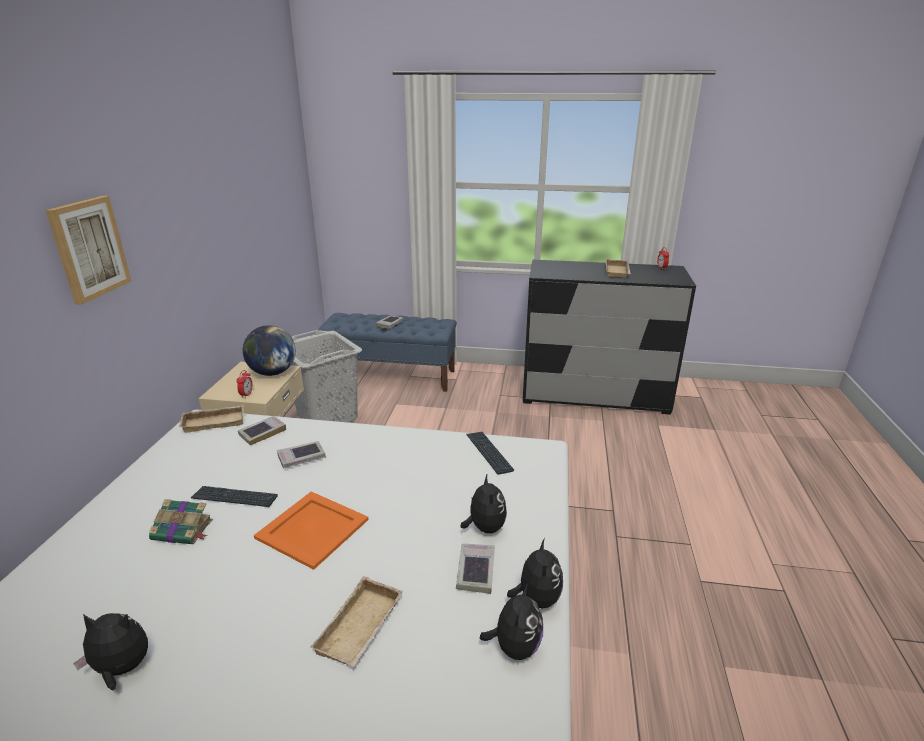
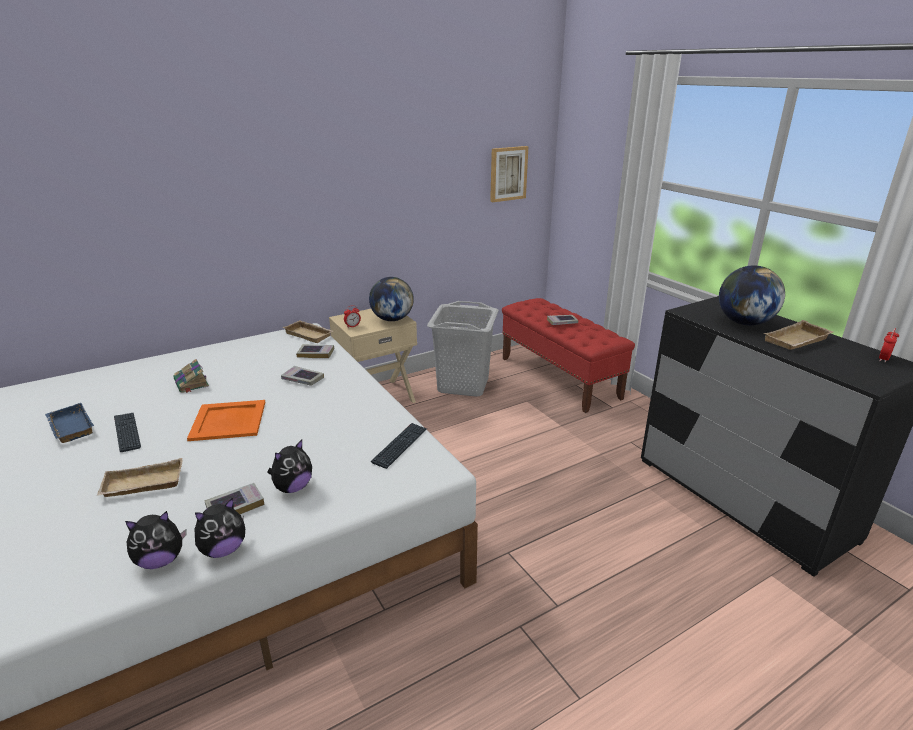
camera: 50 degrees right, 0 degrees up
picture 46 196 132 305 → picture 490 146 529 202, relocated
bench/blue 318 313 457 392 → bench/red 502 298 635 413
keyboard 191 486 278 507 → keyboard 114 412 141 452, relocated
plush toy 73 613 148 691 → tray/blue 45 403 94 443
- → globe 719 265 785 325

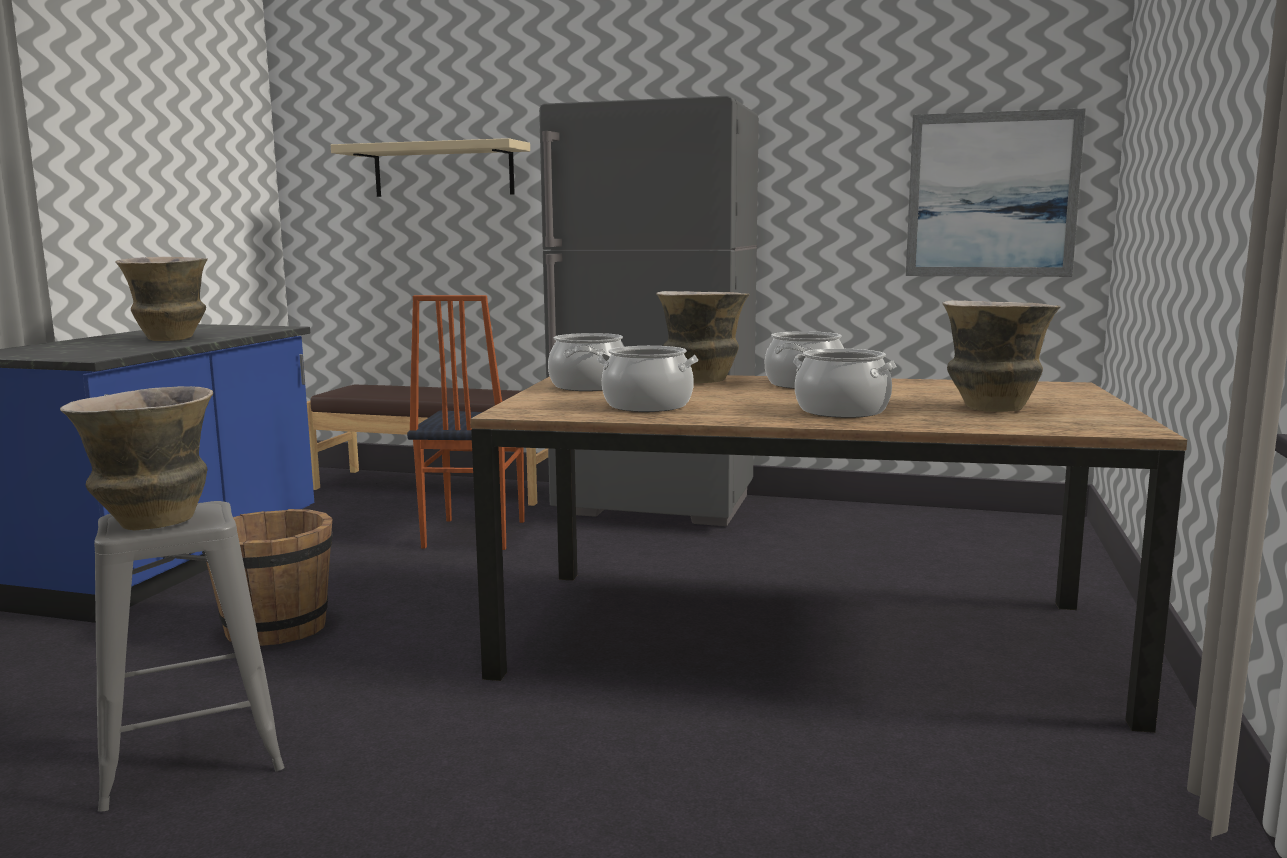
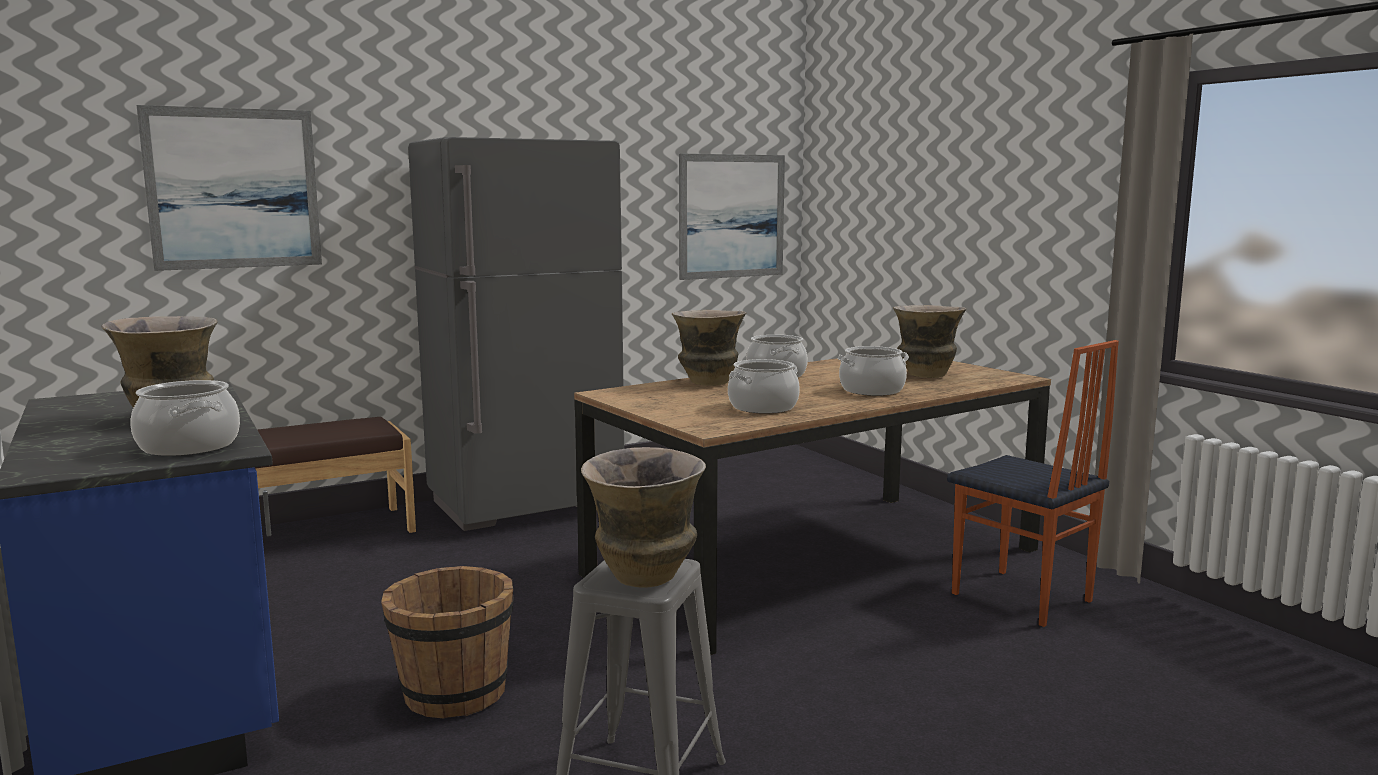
camera: 45 degrees left, 0 degrees up
shelf/beige 331 138 530 197 → picture 136 105 322 271
chair 407 295 525 550 → chair 947 340 1119 627, relocated
cooking pot 548 333 624 391 → cooking pot 131 380 240 456, relocated

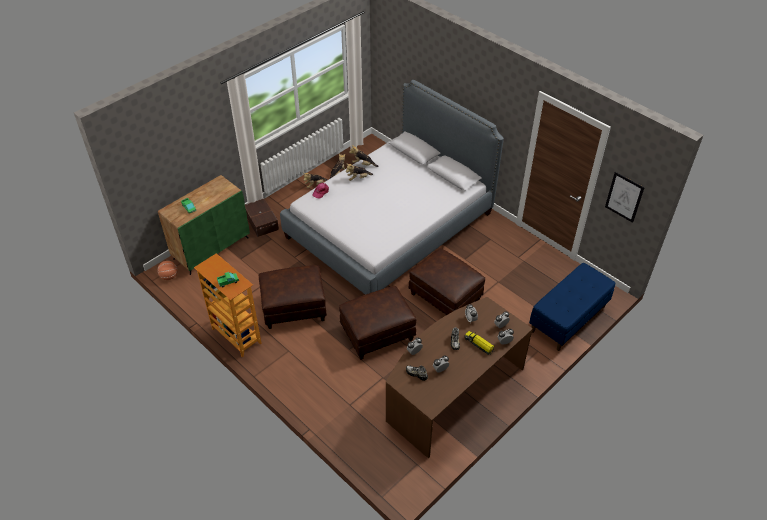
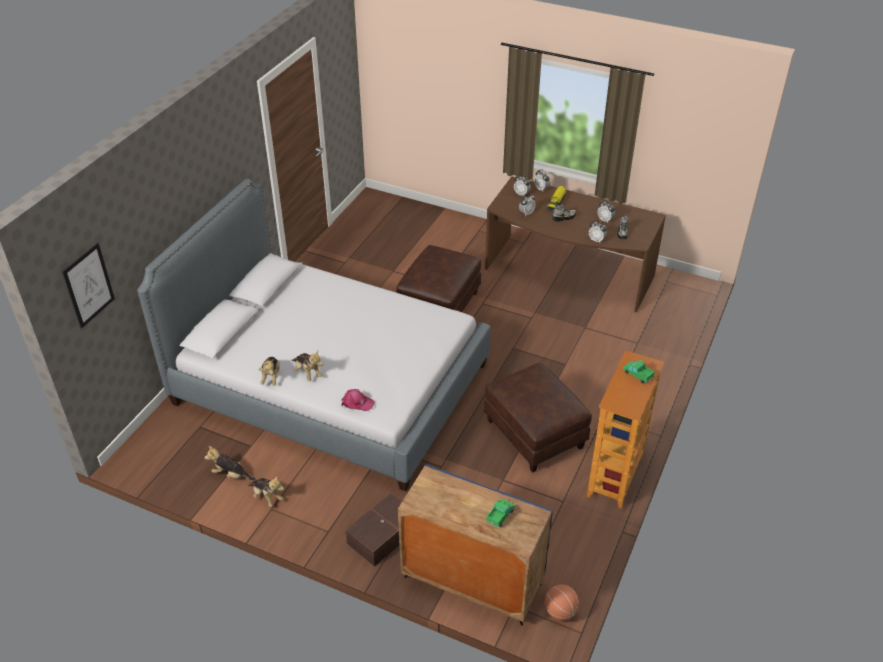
camera: 110 degrees left, 5 degrees down
picture 605 172 645 223 → picture 62 243 115 328, relocated
cabinet/green 158 175 250 275 → cabinet/blue 398 464 553 626
bench/blue 529 263 615 351 → -
ottoman/brown 339 286 416 360 → -

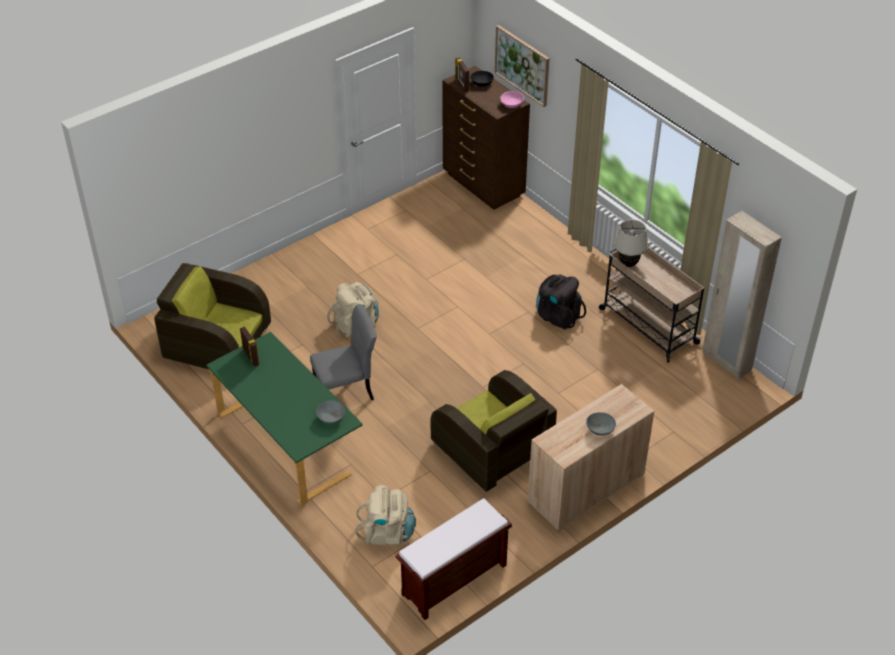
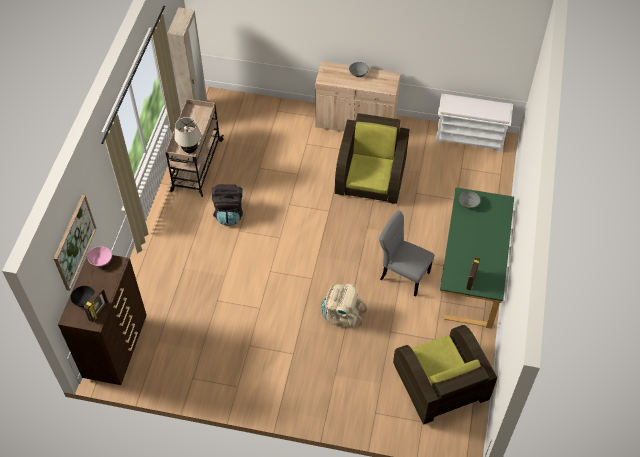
camera: 130 degrees left, 10 degrees up
backpack/beige 355 485 416 545 → -
bench/brown 395 498 512 620 → bench/white 436 94 513 152

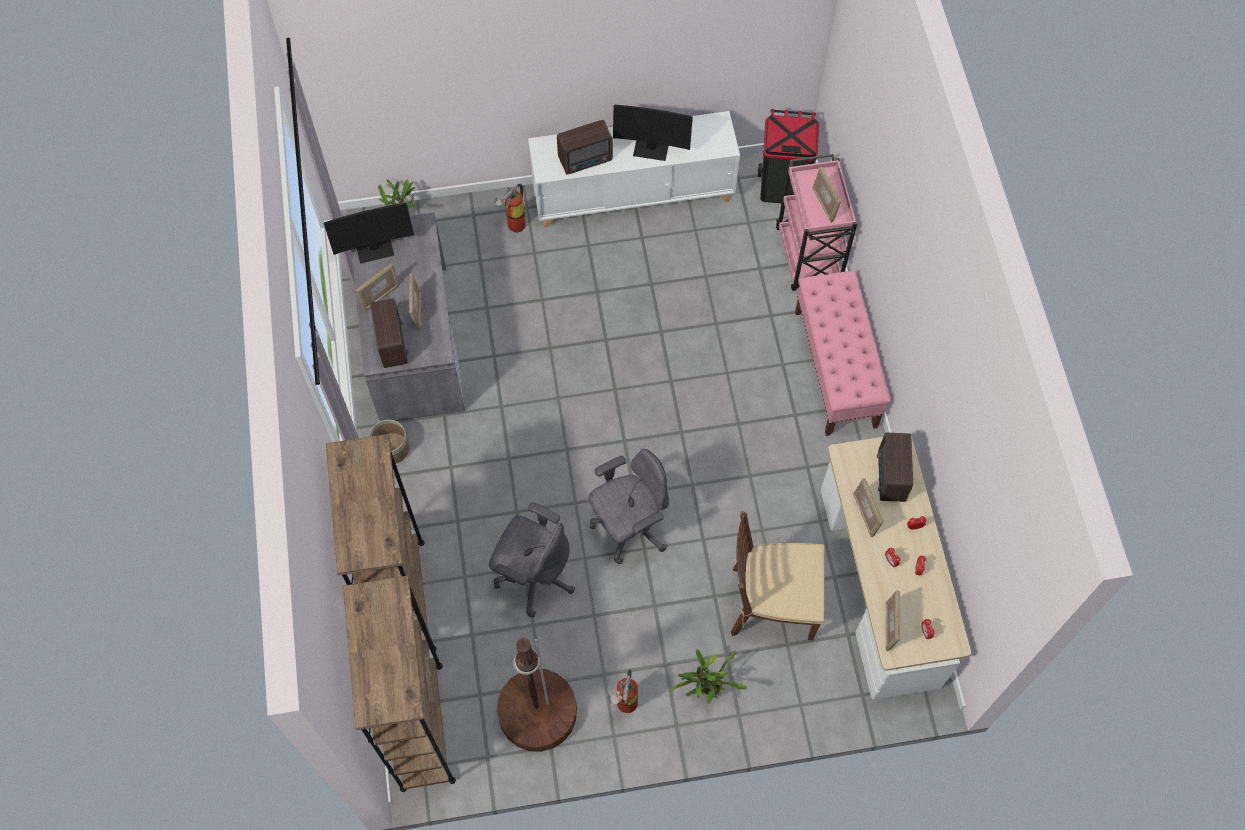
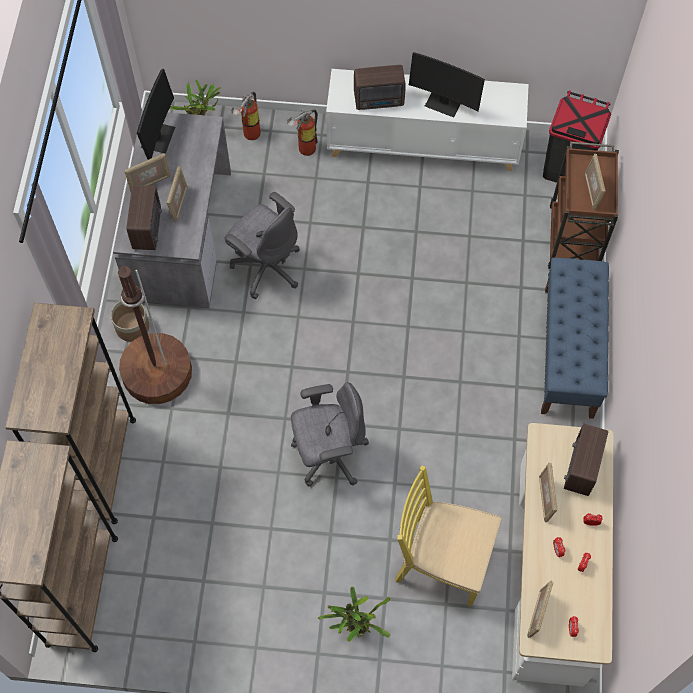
camera: 15 degrees right, 0 degrees up
cart/pink 776 154 857 291 → cart/brown 548 142 619 269
monitor 324 203 414 264 → monitor 137 69 175 160, 75 degrees counterclockwise
bench/pink 795 271 891 436 → bench/blue 541 258 609 419
office chair/grey 489 502 575 617 → office chair/grey 225 192 300 299, relocated
chair/brown 731 511 824 640 → chair/yellow 395 465 502 606
floor lamp/brown 497 638 577 752 → floor lamp/brown 118 266 192 404, relocated
fire extinguisher 608 669 638 713 → fire extinguisher 231 92 261 140, relocated

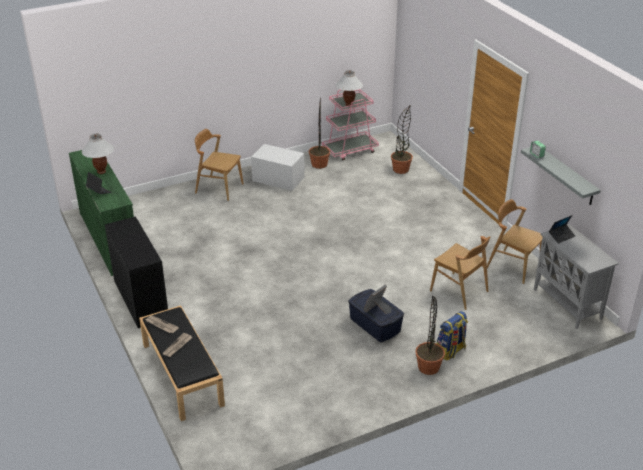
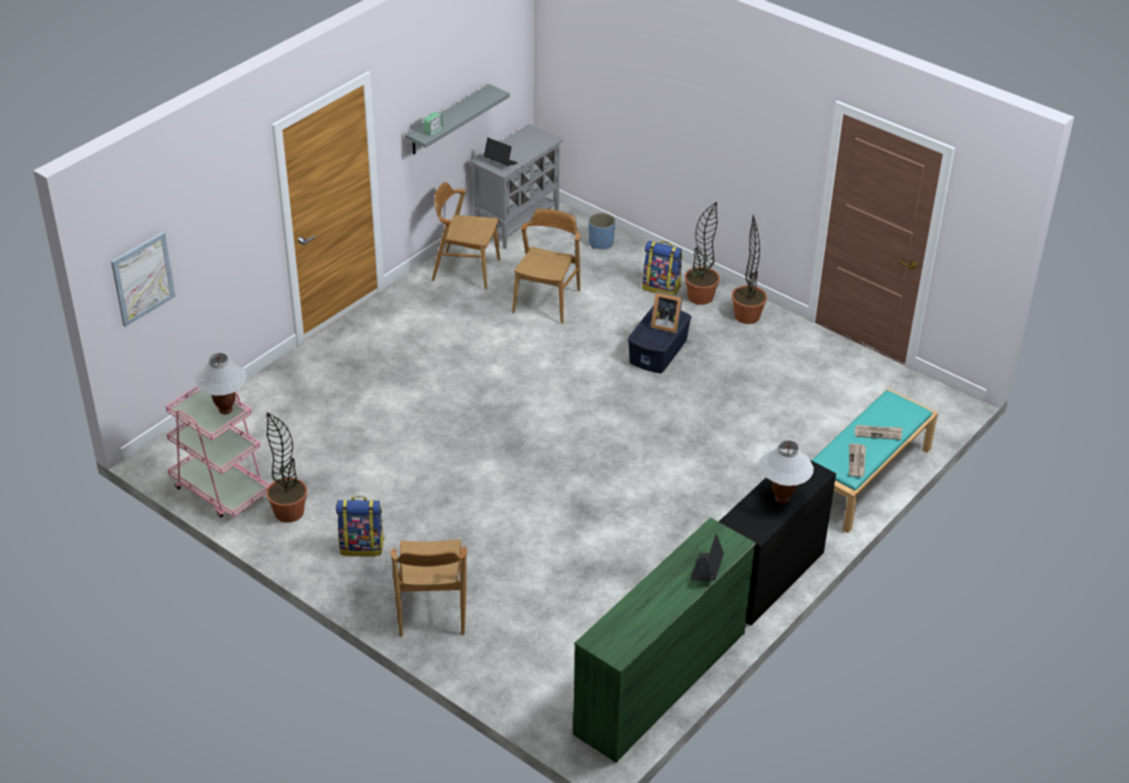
camera: 115 degrees left, 5 degrees up
potted plant 391 105 413 174 → potted plant 732 214 767 324, relocated
table lamp/white 82 134 114 174 → table lamp/white 759 440 814 503, relocated
storage box/white 251 144 305 191 → backpack 336 496 384 556
chair/brown 487 199 543 284 → chair/brown 432 182 500 289, 90 degrees clockwise
bench/black 139 305 225 421 → bench/turquoise 812 388 938 533
- → planter/blue 588 213 615 249
- → picture 111 232 176 327

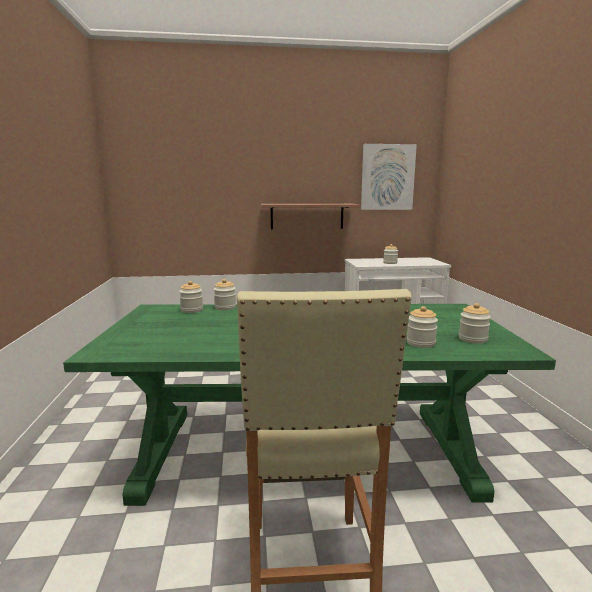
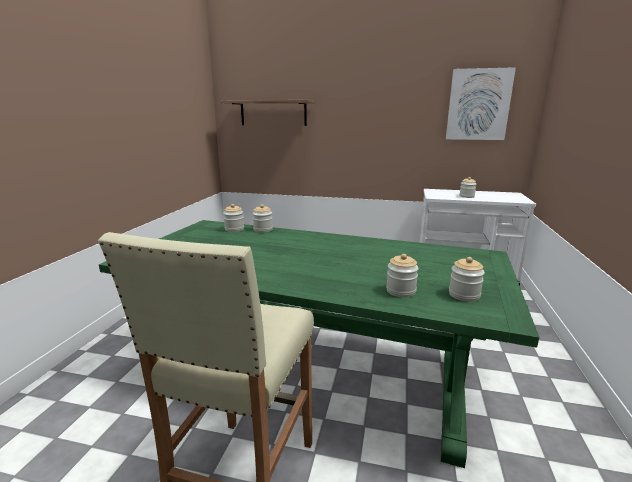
camera: 20 degrees right, 5 degrees up
shelf 261 204 360 229 → shelf 221 100 315 126, relocated

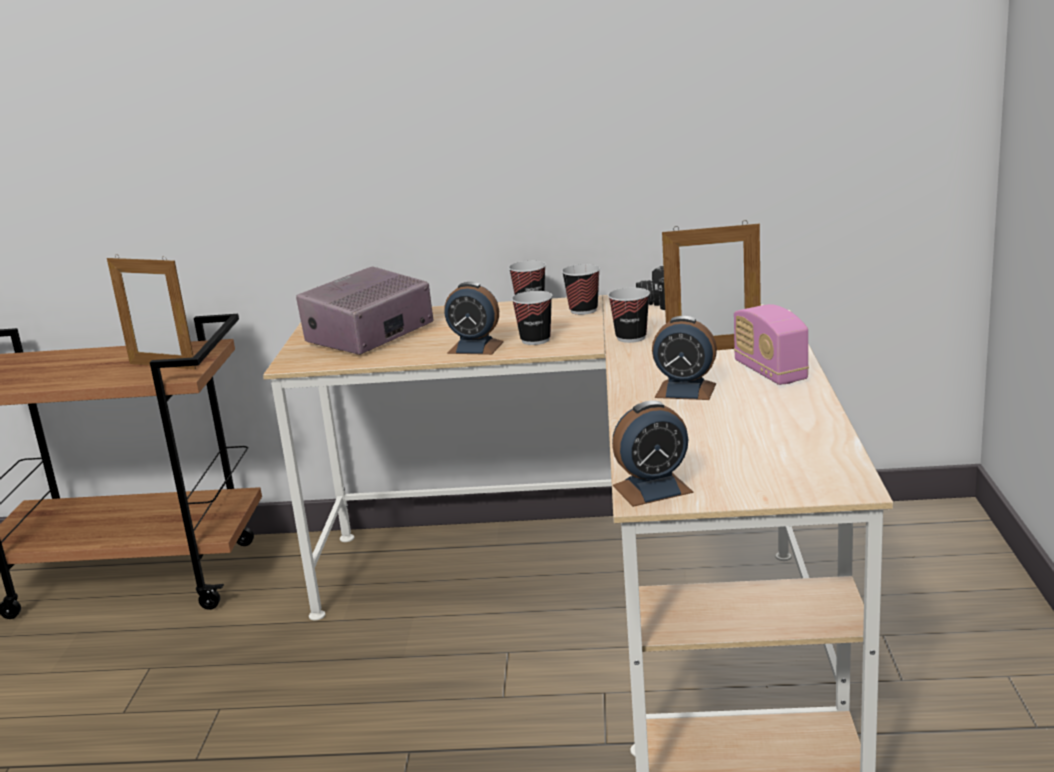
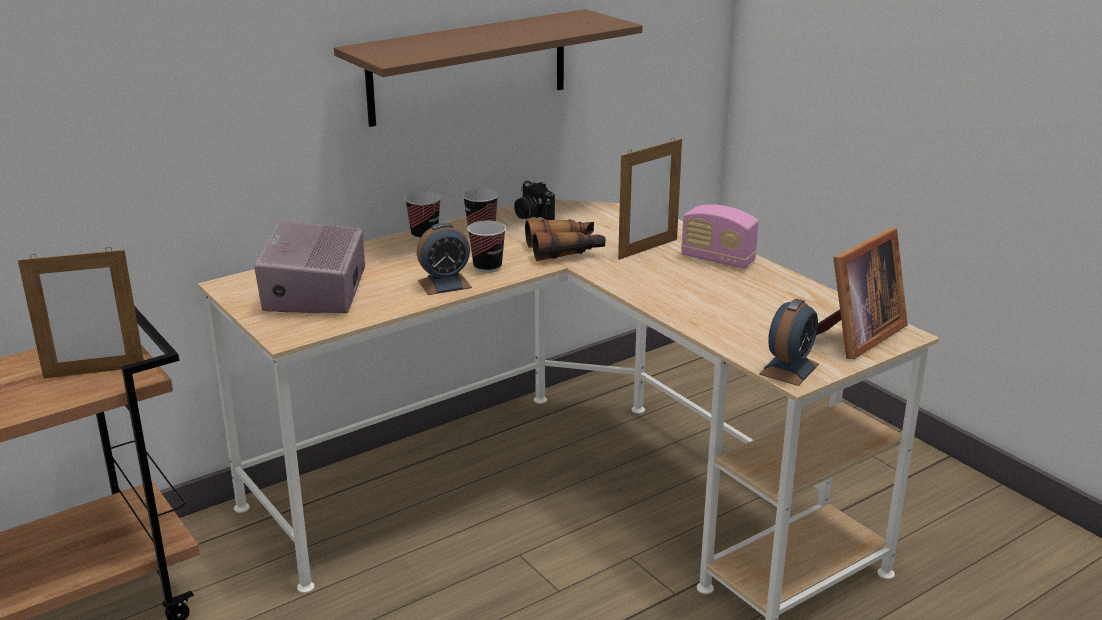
camera: 40 degrees left, 5 degrees up
cup 608 288 650 343 → binoculars 525 219 605 261
alarm clock 652 316 717 400 → -
- → shelf/brown 334 9 642 127
- → picture frame 816 228 908 359

